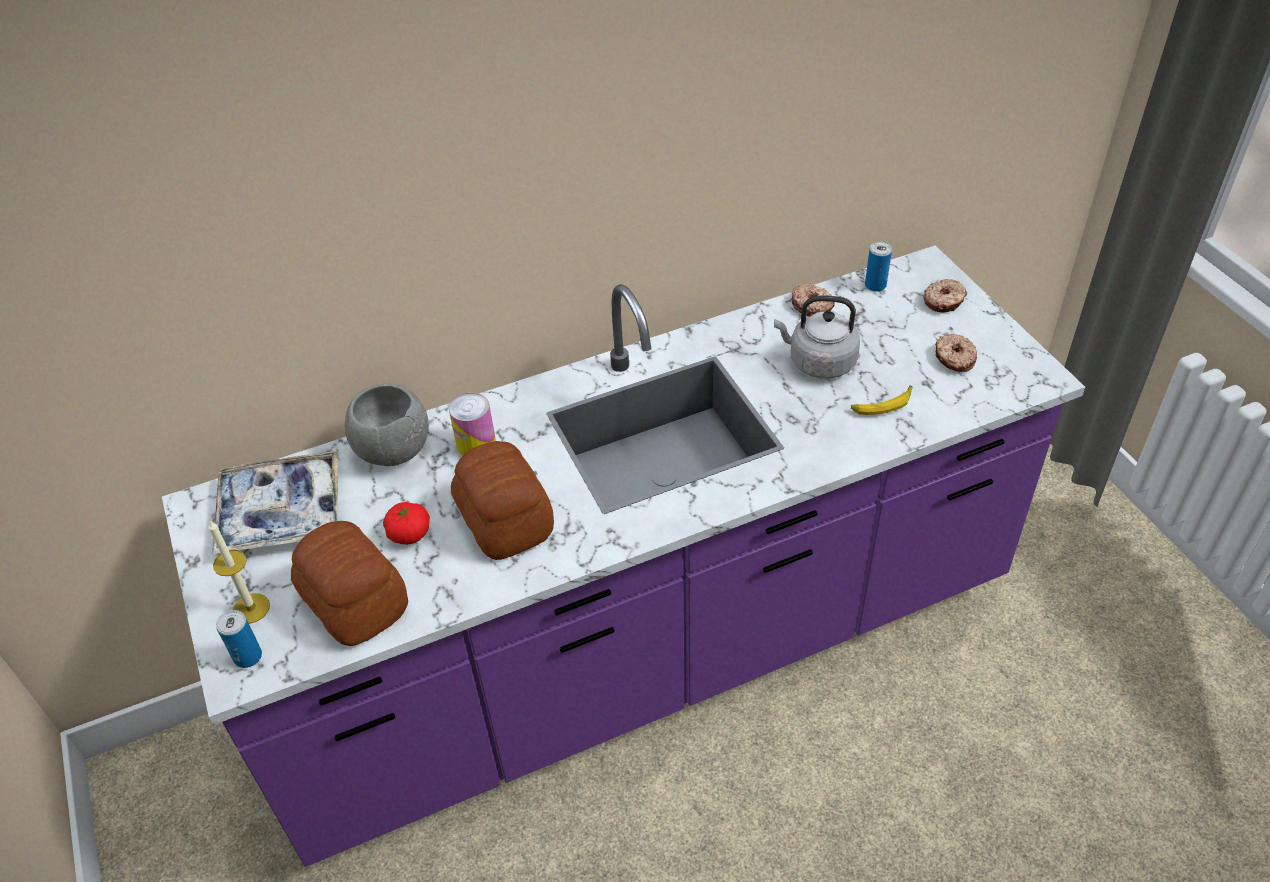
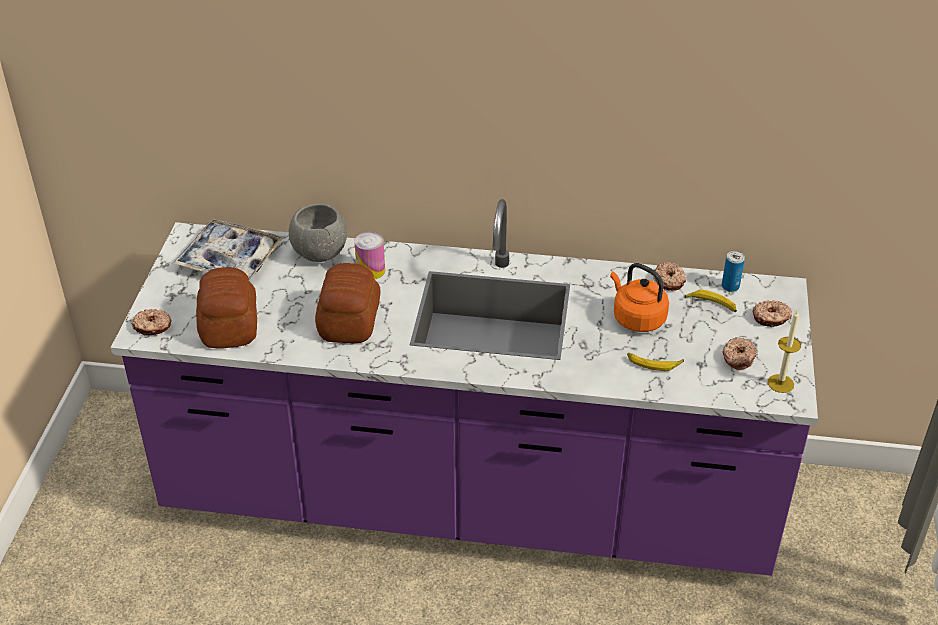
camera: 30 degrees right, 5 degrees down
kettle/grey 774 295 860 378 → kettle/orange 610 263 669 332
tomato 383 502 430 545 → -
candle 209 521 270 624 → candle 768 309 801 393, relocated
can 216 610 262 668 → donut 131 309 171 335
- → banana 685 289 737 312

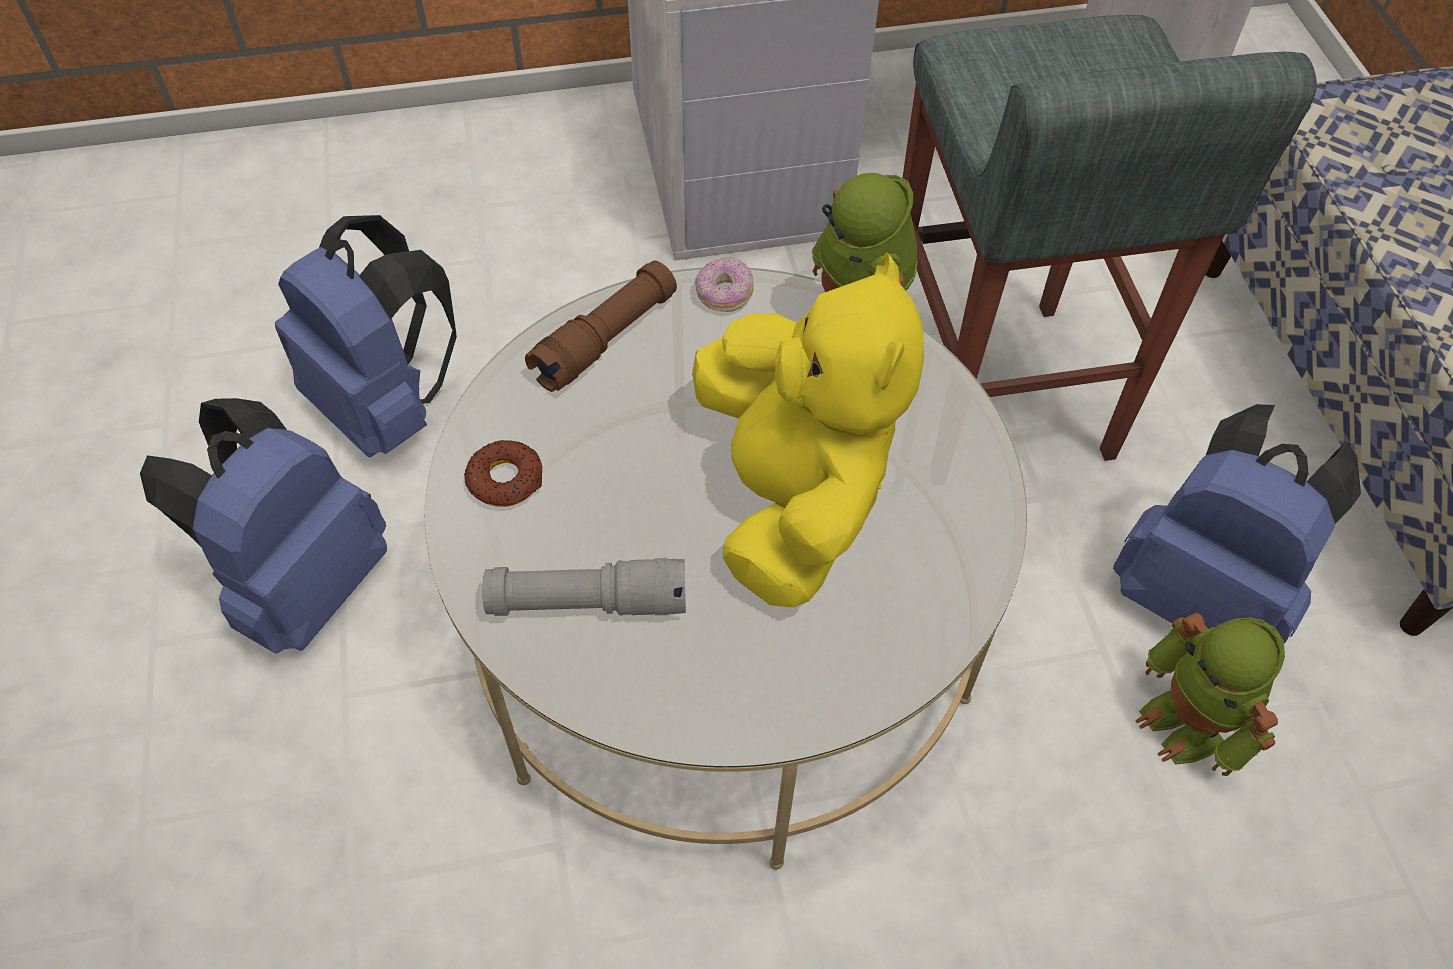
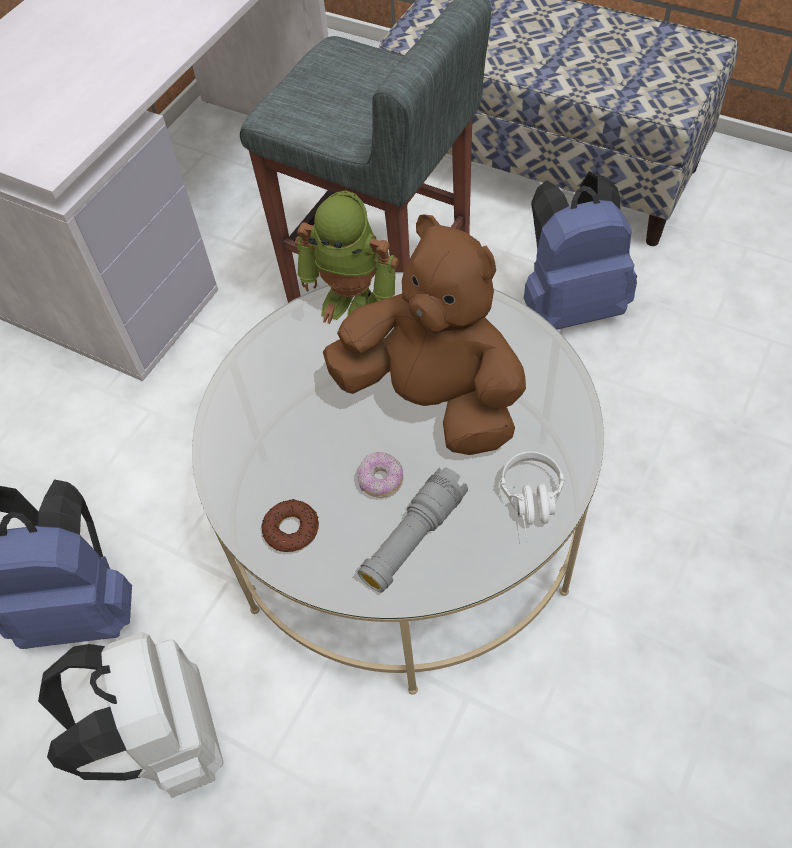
camera: 45 degrees left, 0 degrees up
plush toy/yellow 692 252 924 608 → plush toy/brown 323 214 526 455
donut 695 257 754 312 → donut 358 452 404 498, relocated
flashlight/brown 525 261 677 392 → -
backpack/blue 140 398 387 654 → backpack/white 38 632 223 798
toy robot 1135 613 1285 776 → -
- → headphones/white 500 451 565 541

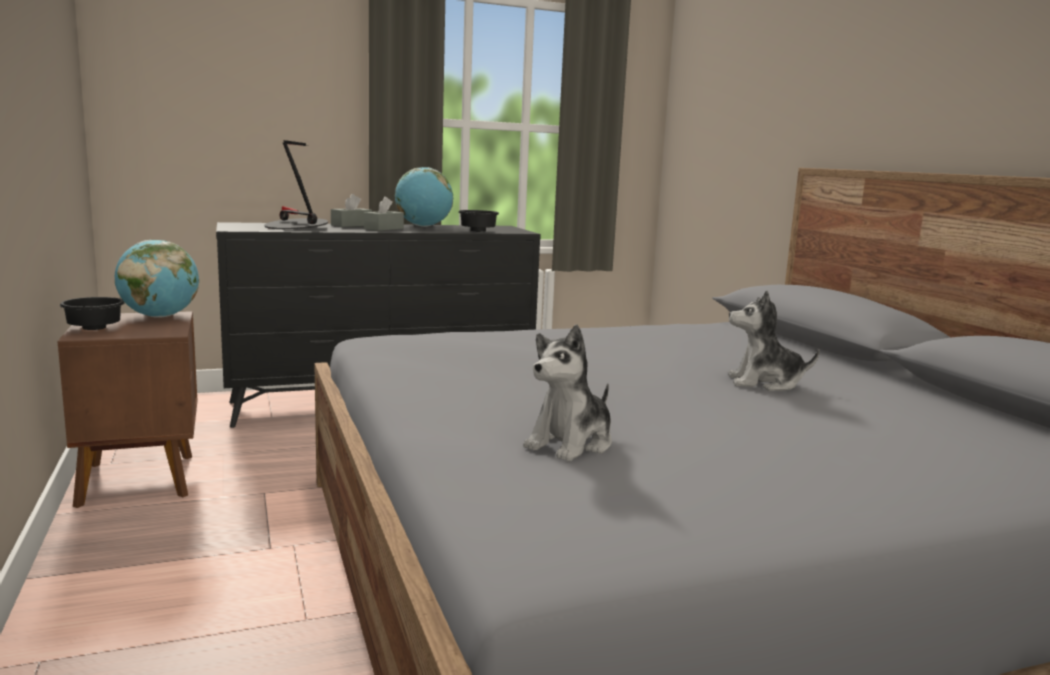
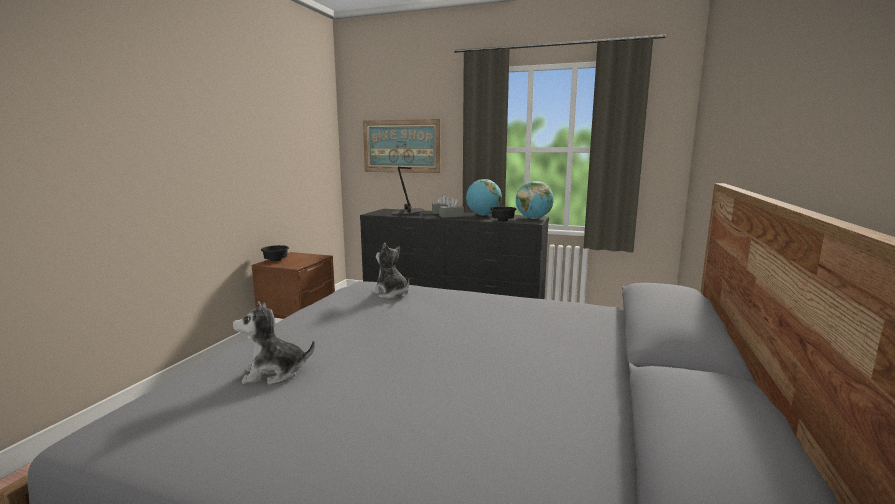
camera: 40 degrees right, 0 degrees up
globe 115 240 199 317 → globe 516 181 554 219, relocated
plush toy 728 291 820 391 → plush toy 372 243 409 299, relocated
- → picture 363 119 441 173

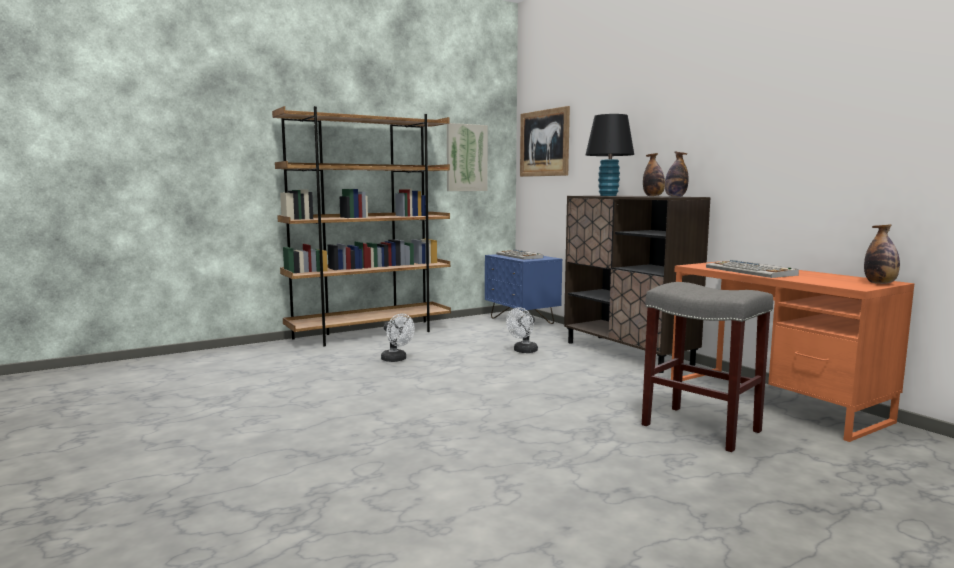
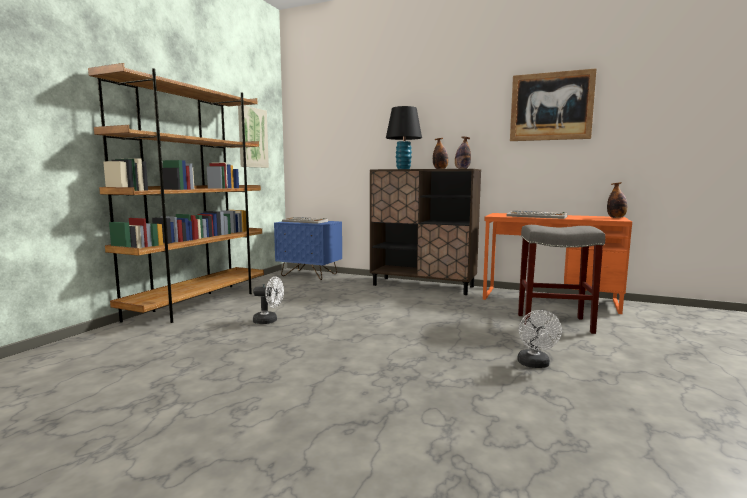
camera: 35 degrees left, 0 degrees up
picture 520 106 570 177 → picture 510 68 597 141, relocated
fan/white 506 307 538 353 → fan/white 517 310 562 368, relocated

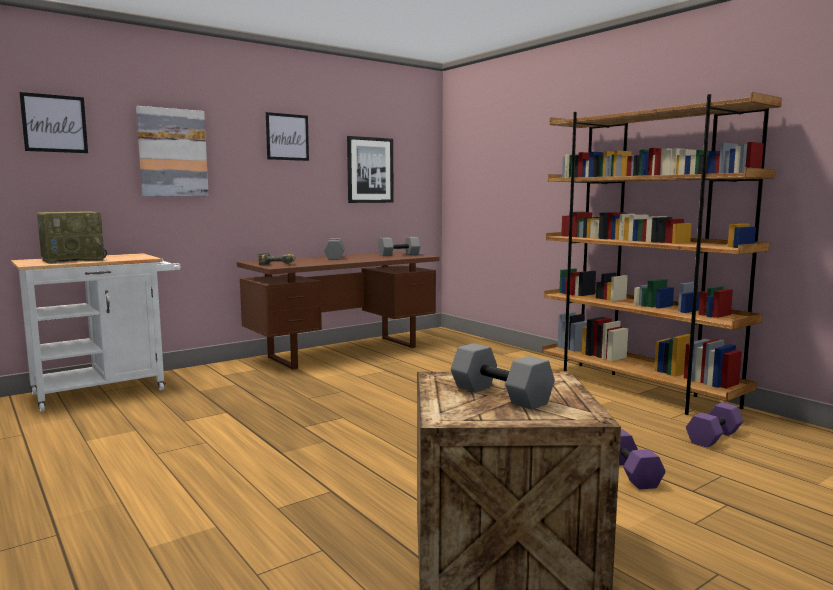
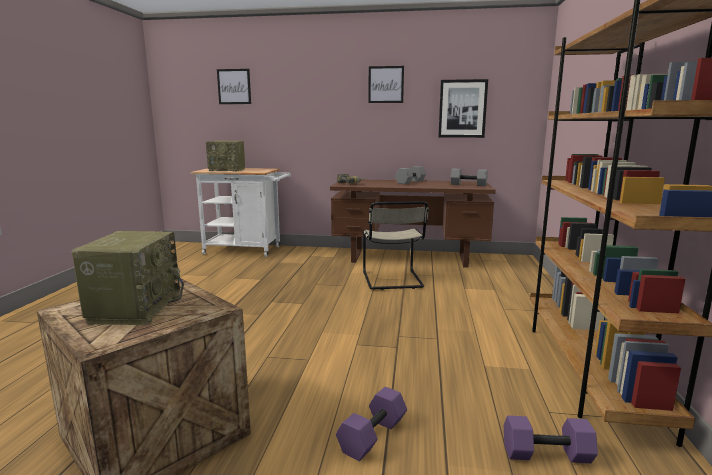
camera: 45 degrees right, 5 degrees up
picture 136 106 209 196 → -
dumbbell/grey 451 343 555 410 → radio 72 231 184 325
- → chair/beige 363 201 429 290

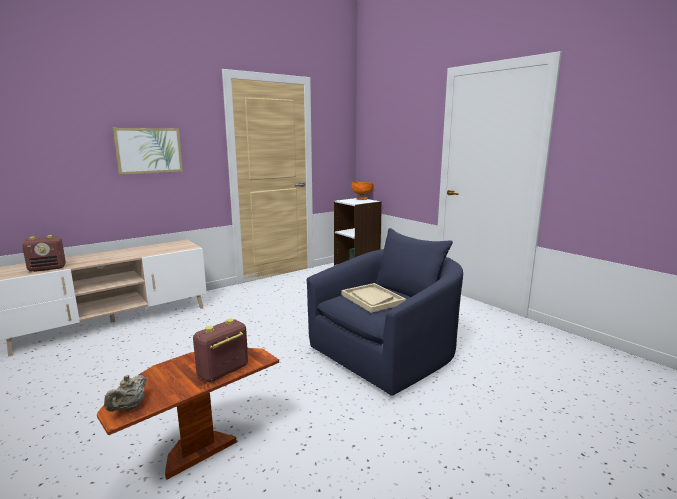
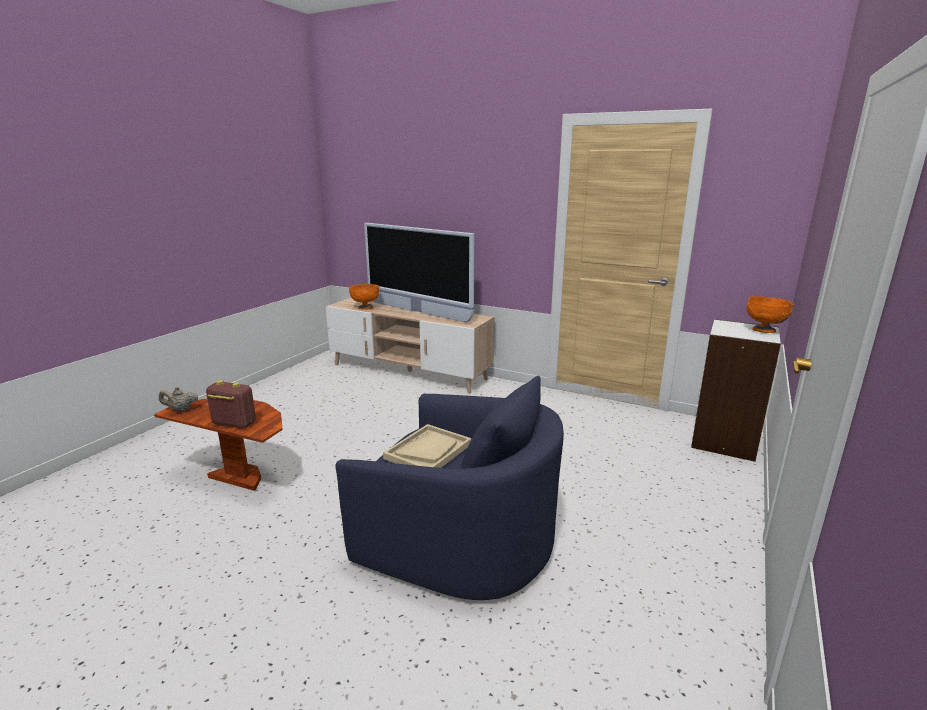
camera: 65 degrees right, 5 degrees up
picture 112 128 183 175 → -
radio 22 235 66 272 → bowl/orange 349 284 379 310
- → television 364 223 474 323

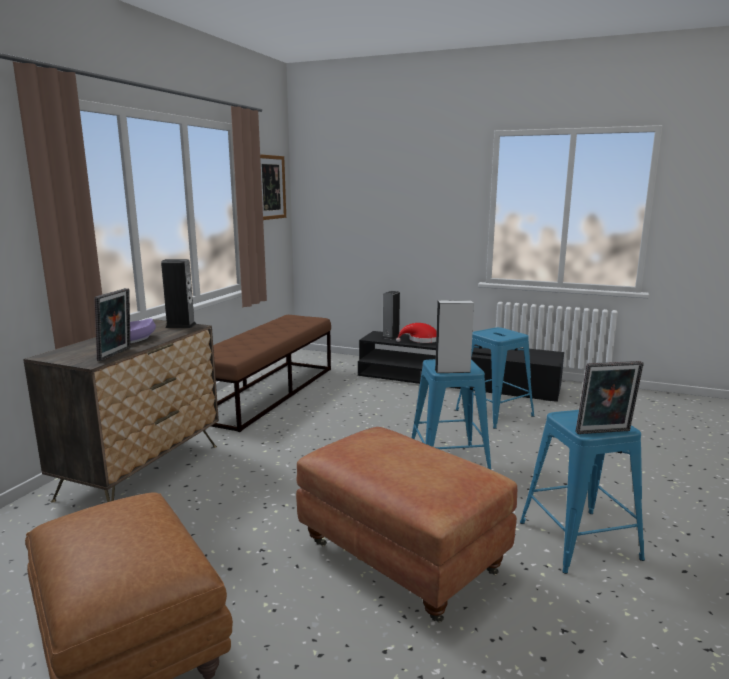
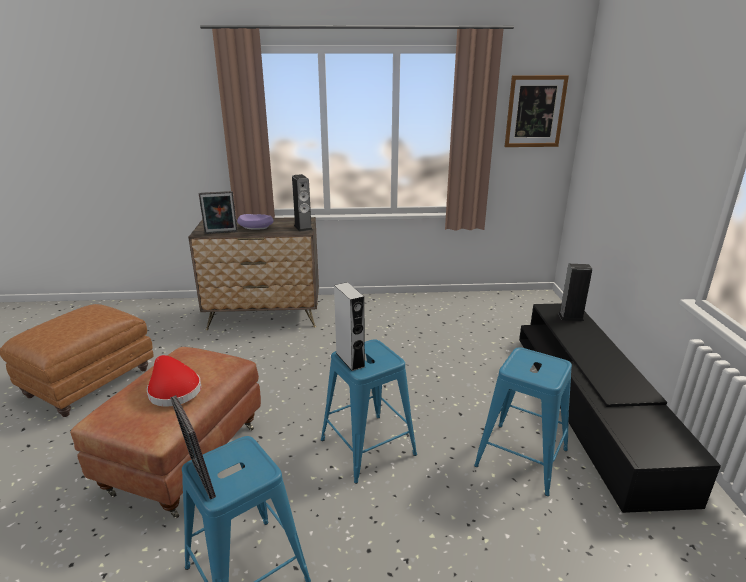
camera: 65 degrees right, 10 degrees up
bench/brown 211 315 331 432 → -
hat/red 396 323 437 343 → hat/red 147 355 201 407, relocated

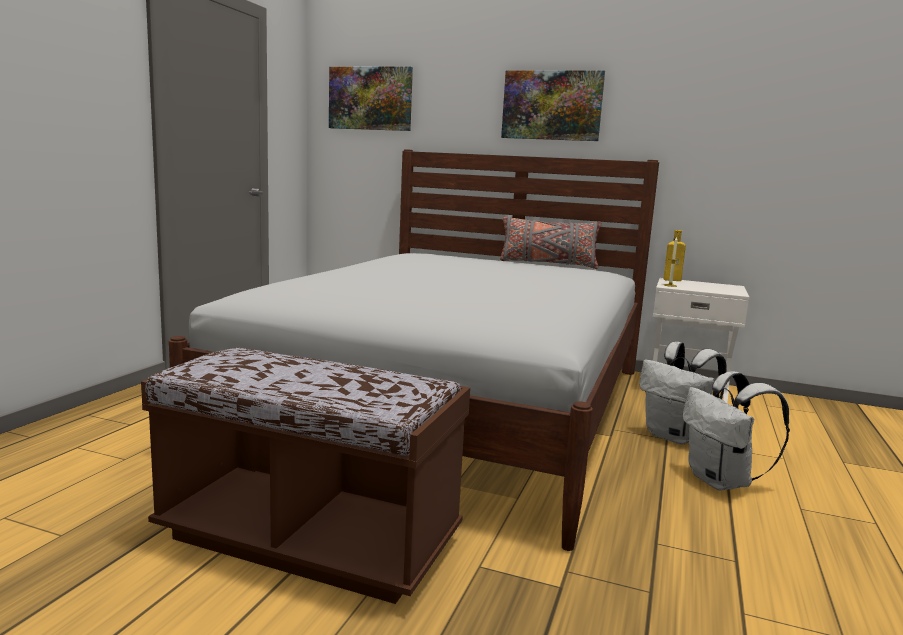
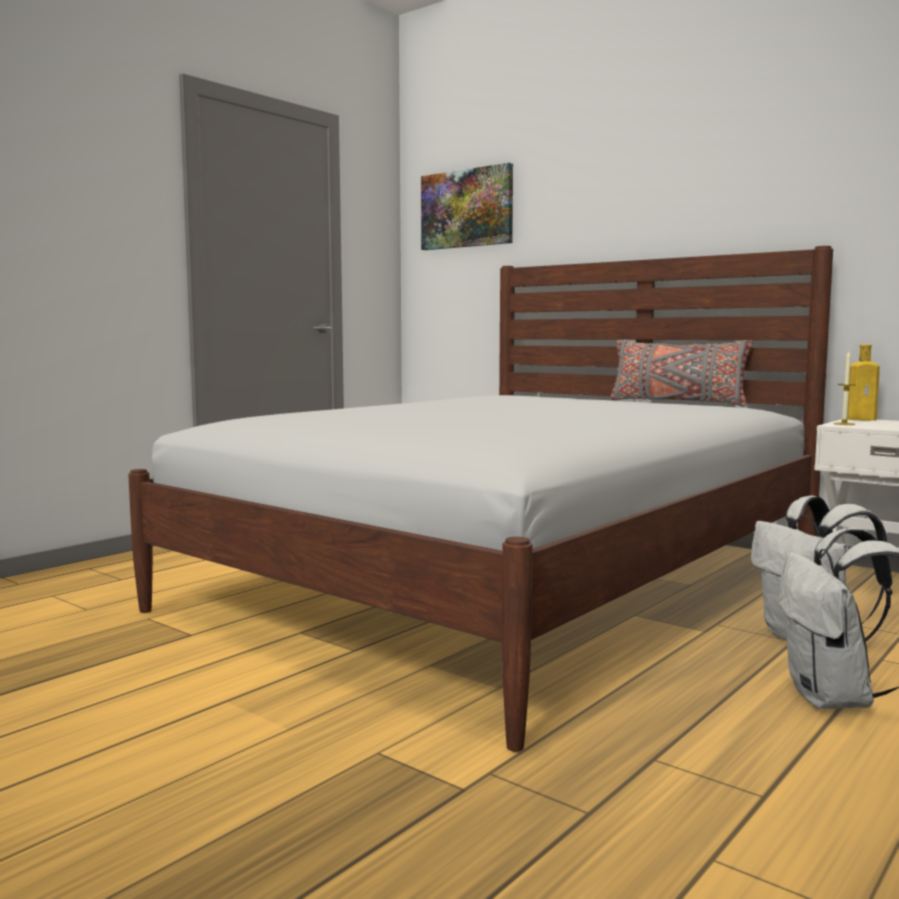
camera: 20 degrees right, 5 degrees down
picture 501 70 605 141 → -
bench/brown 141 348 470 604 → -

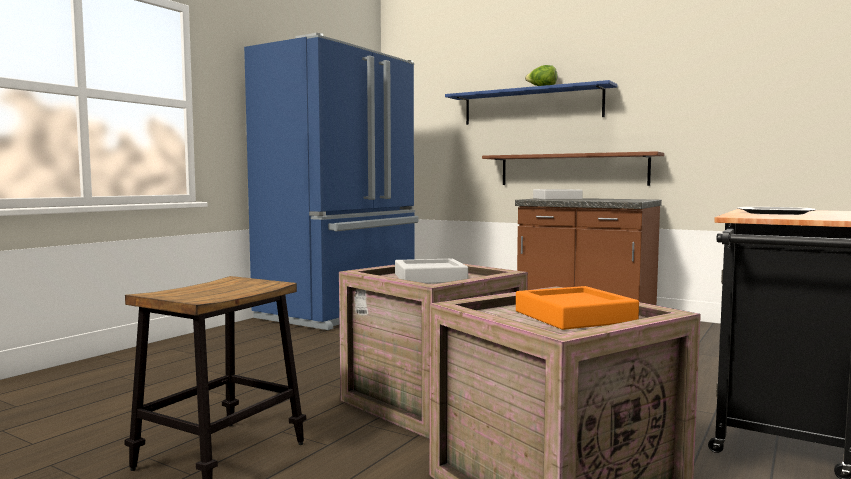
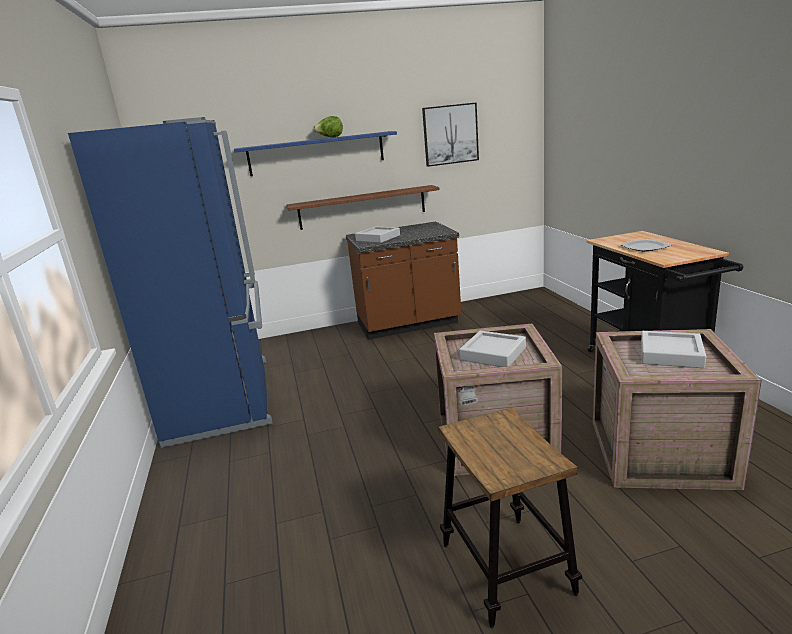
camera: 45 degrees left, 15 degrees up
tray/orange 516 286 639 330 → tray/grey 641 331 706 368
- → picture 422 102 479 167

